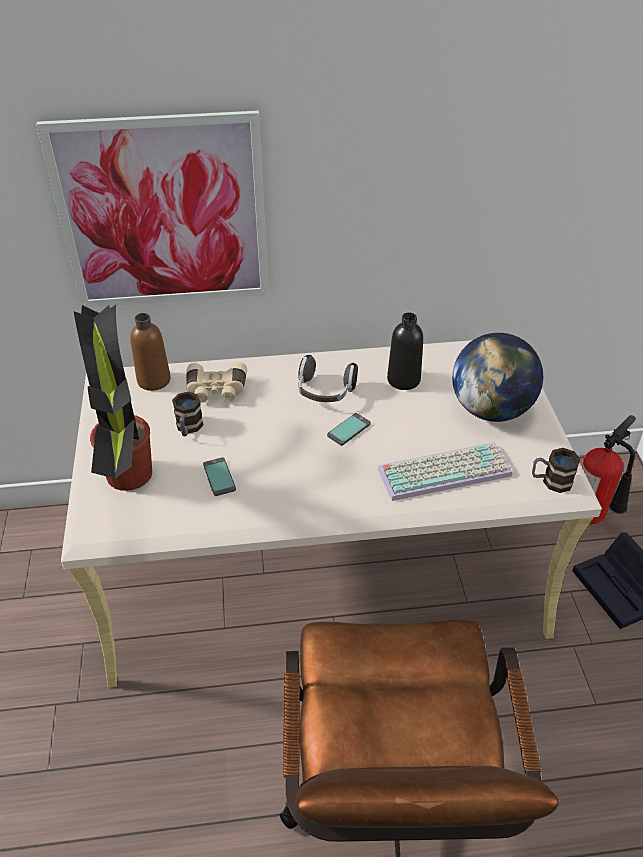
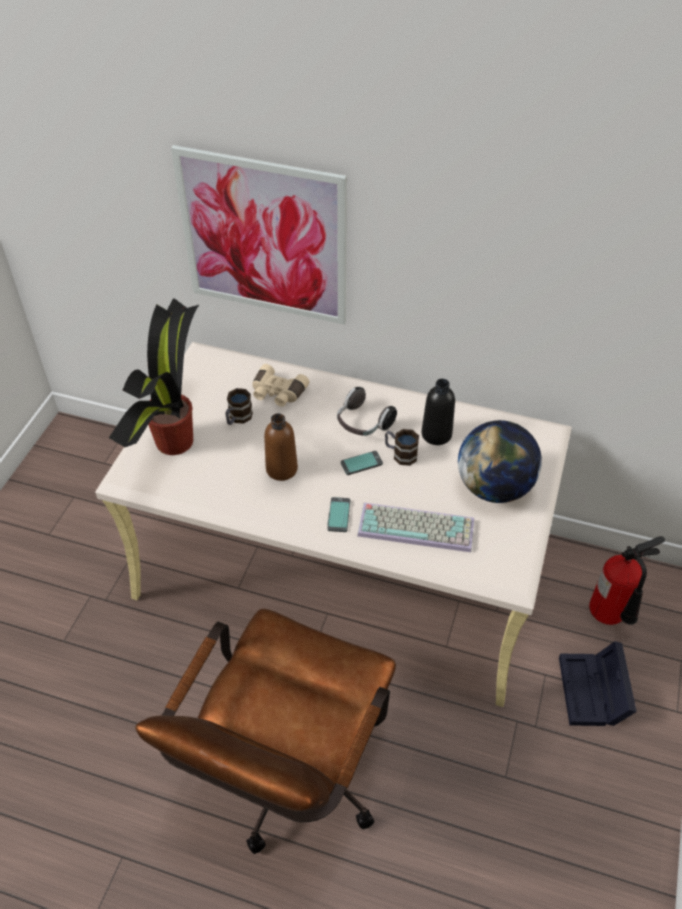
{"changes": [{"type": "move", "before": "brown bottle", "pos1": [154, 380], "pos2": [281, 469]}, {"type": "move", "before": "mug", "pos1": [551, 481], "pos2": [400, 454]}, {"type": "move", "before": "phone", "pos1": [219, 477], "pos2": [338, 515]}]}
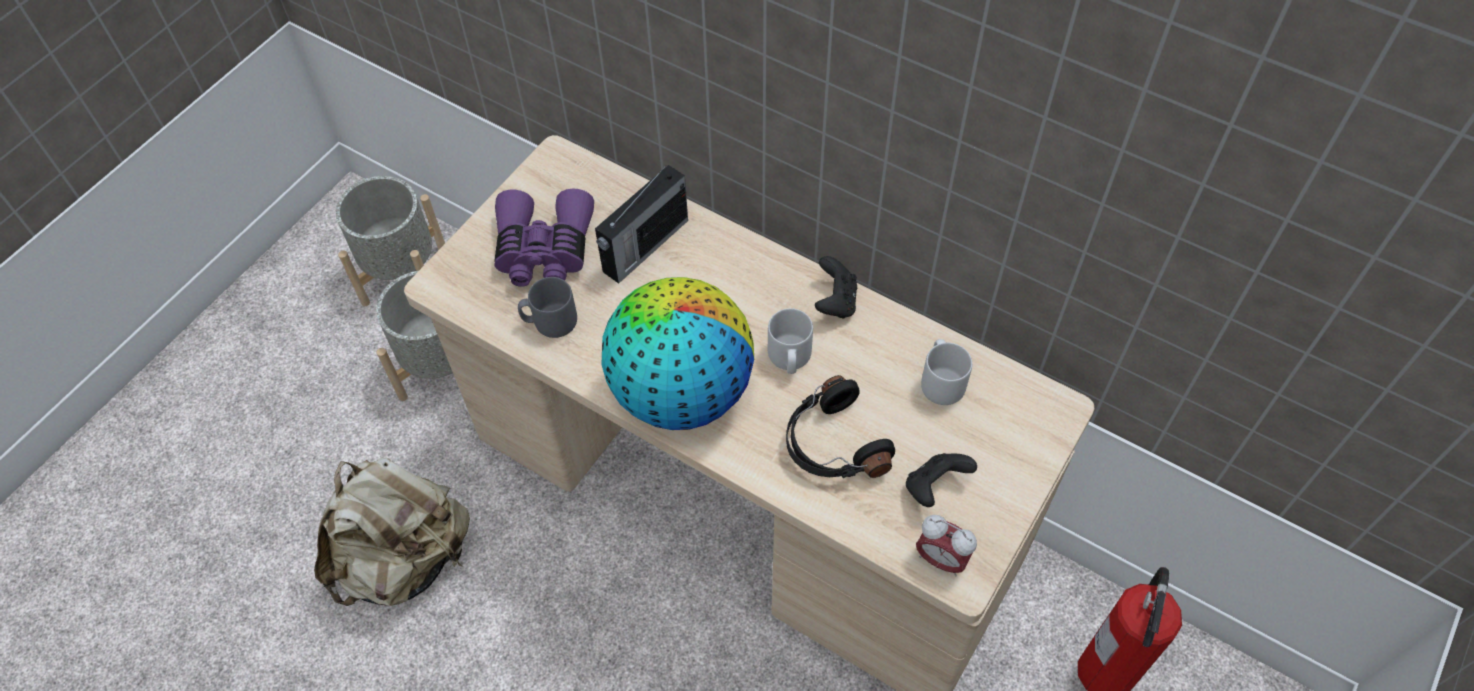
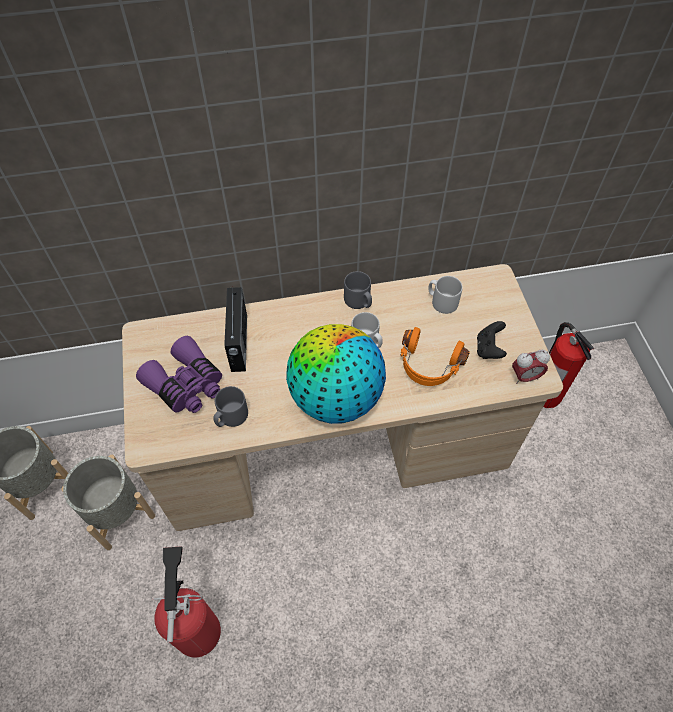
{"changes": [{"type": "replace", "before": "black game controller", "after": "grey mug", "pos1": [835, 302], "pos2": [359, 301]}, {"type": "recolor", "before": "black headphones", "after": "orange headphones", "pos1": [832, 444], "pos2": [429, 365]}, {"type": "replace", "before": "beige backpack", "after": "fire extinguisher", "pos1": [405, 559], "pos2": [198, 626]}]}
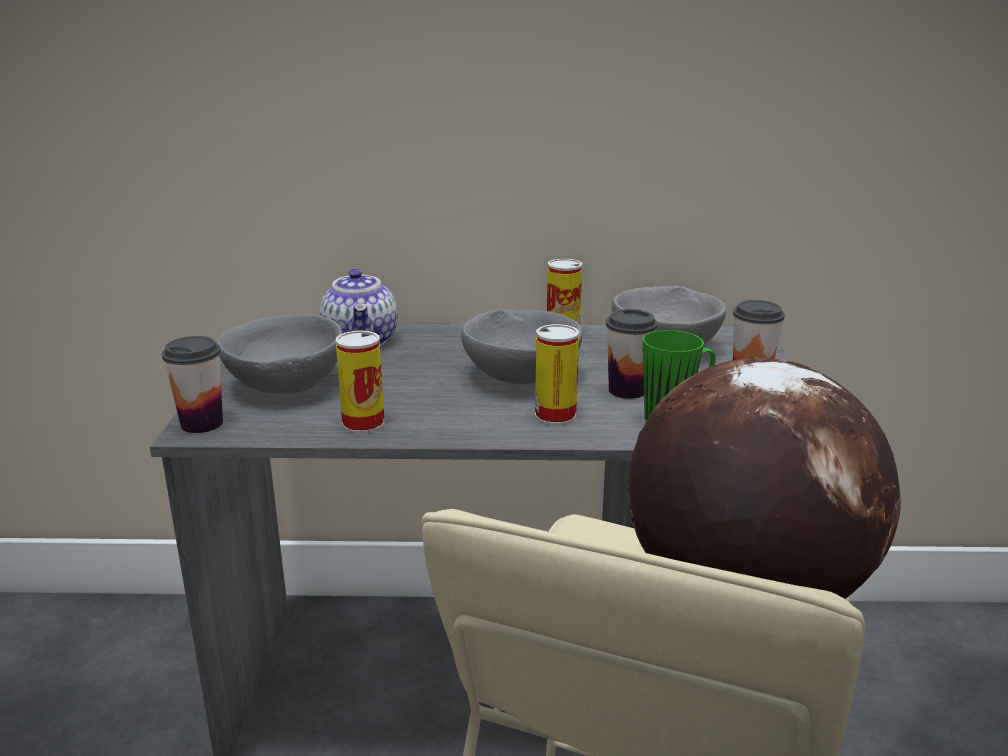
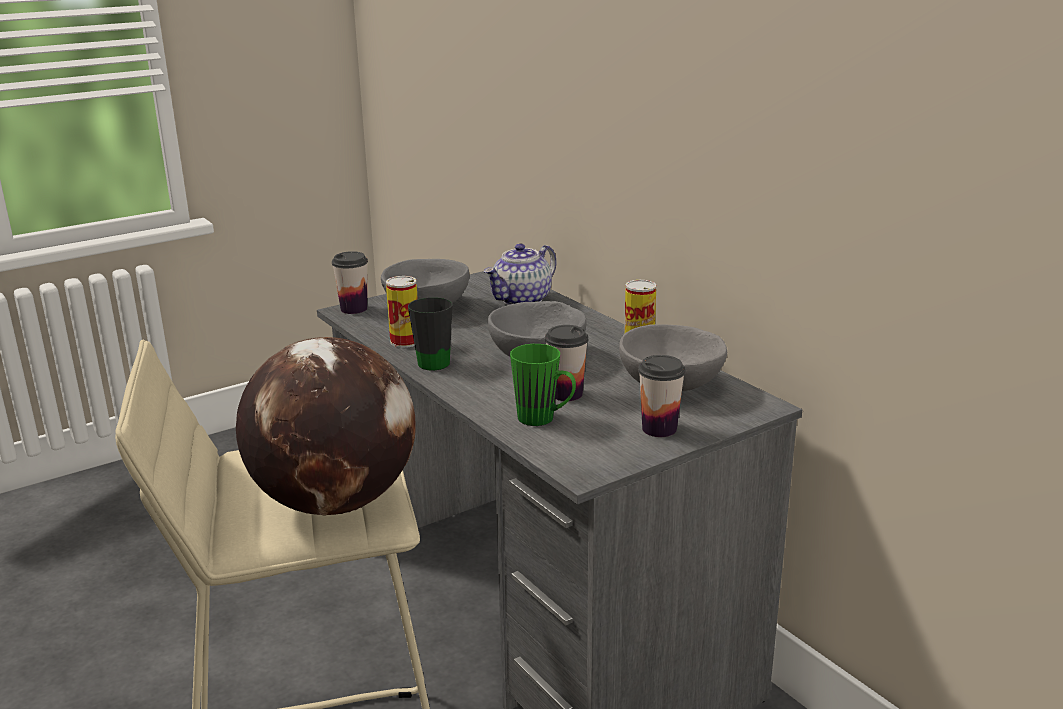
{"changes": [{"type": "delete", "before": "can", "pos1": [555, 416]}, {"type": "insert", "after": "black mug", "pos2": [429, 360]}]}
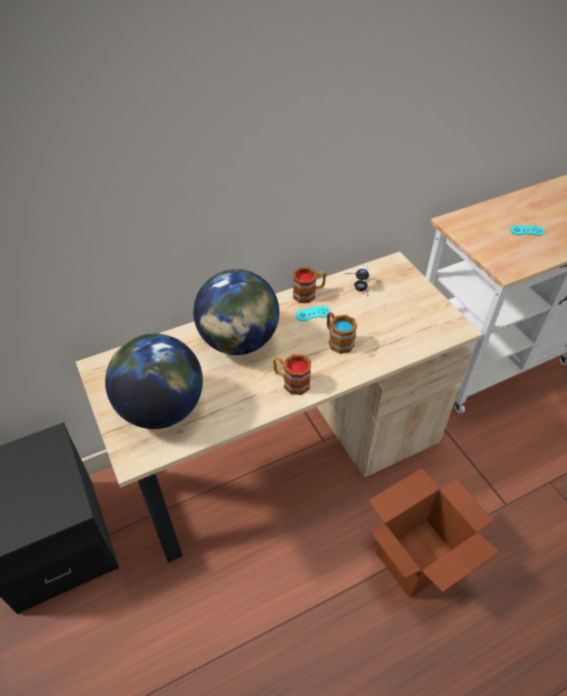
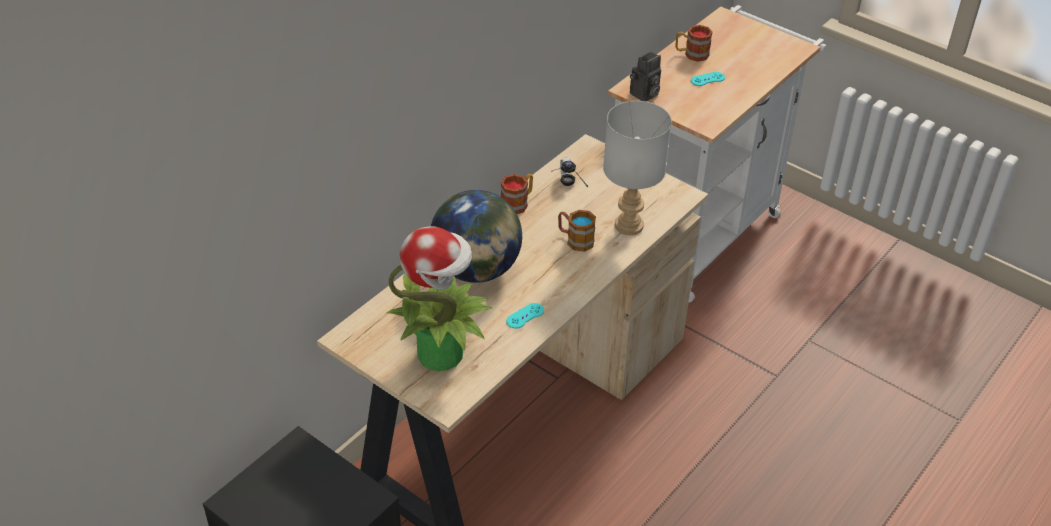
{"changes": [{"type": "move", "before": "turquoise game controller", "pos1": [312, 313], "pos2": [525, 316]}, {"type": "replace", "before": "globe", "after": "potted plant", "pos1": [161, 408], "pos2": [442, 353]}, {"type": "move", "before": "mug", "pos1": [291, 382], "pos2": [691, 54]}, {"type": "delete", "before": "cardboard box", "pos1": [418, 557]}, {"type": "insert", "after": "photo camera", "pos2": [644, 95]}, {"type": "insert", "after": "grey table lamp", "pos2": [630, 226]}]}
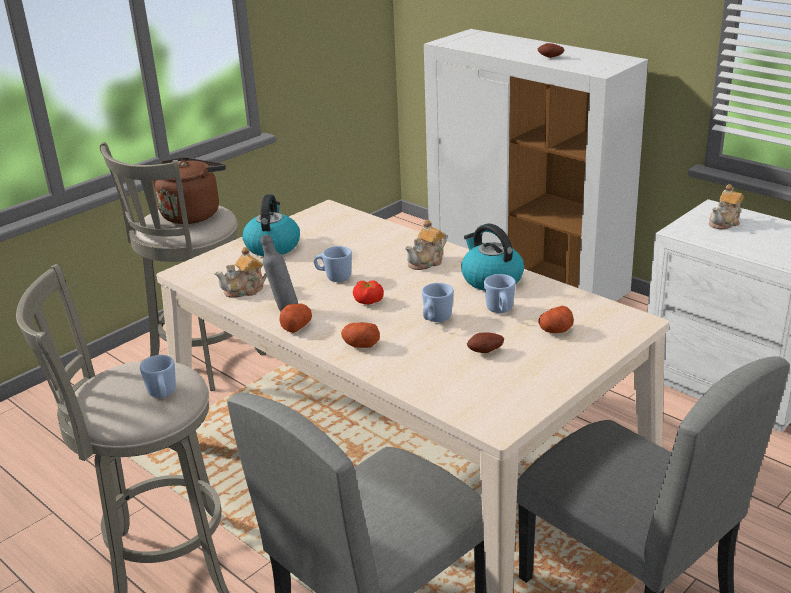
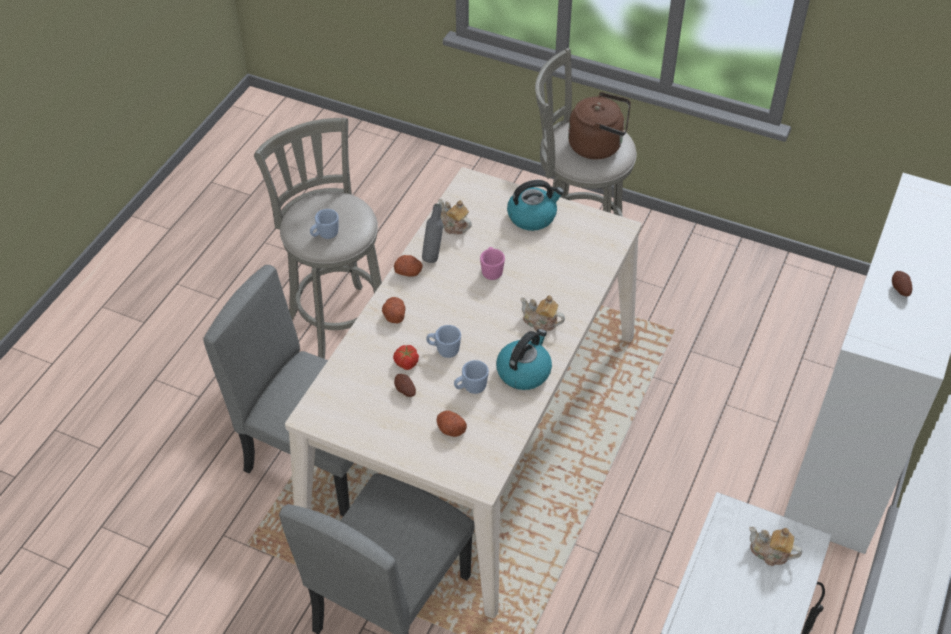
{"changes": [{"type": "recolor", "before": "blue mug", "after": "pink mug", "pos1": [334, 277], "pos2": [491, 270]}, {"type": "move", "before": "tomato", "pos1": [368, 301], "pos2": [406, 362]}]}
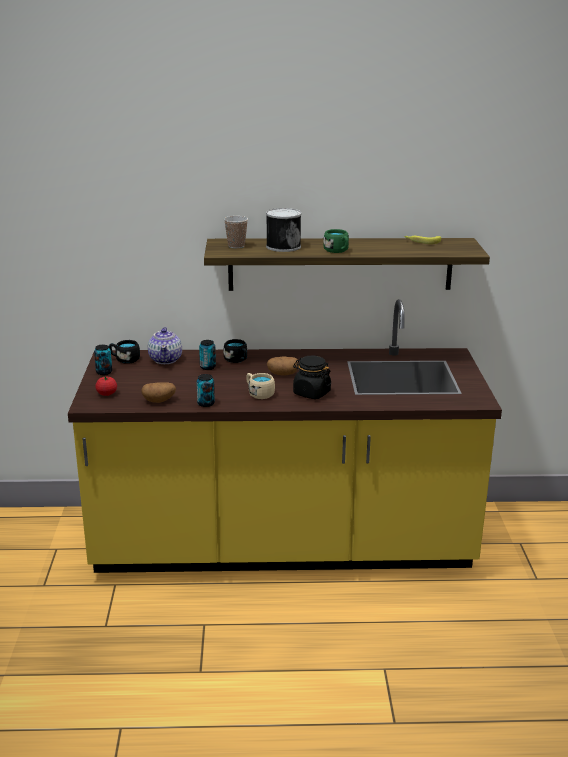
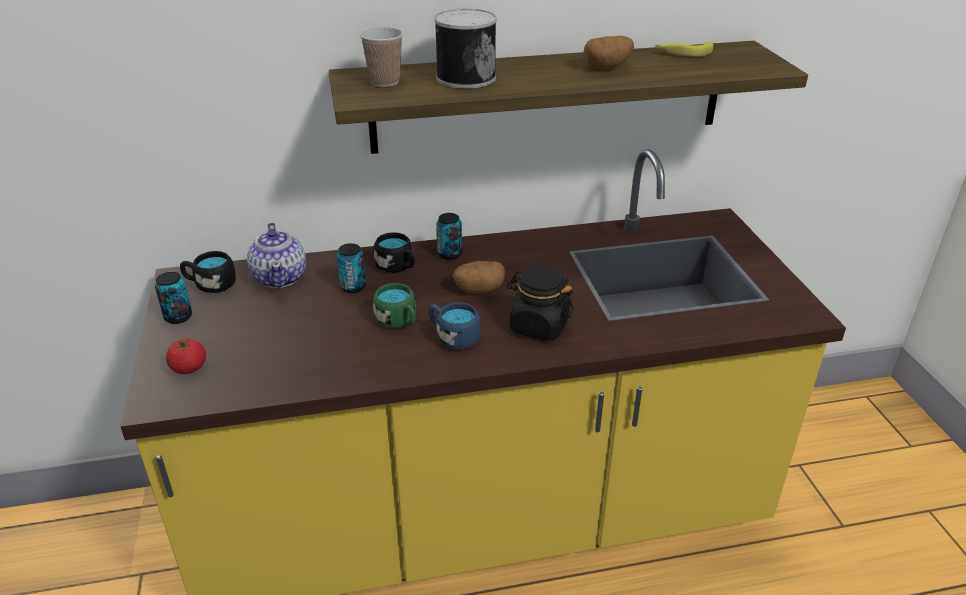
{"changes": [{"type": "move", "before": "green mug", "pos1": [337, 251], "pos2": [399, 321]}, {"type": "recolor", "before": "beige mug", "after": "blue mug", "pos1": [259, 393], "pos2": [453, 337]}, {"type": "move", "before": "can", "pos1": [206, 403], "pos2": [449, 254]}, {"type": "move", "before": "potato", "pos1": [159, 401], "pos2": [607, 67]}]}
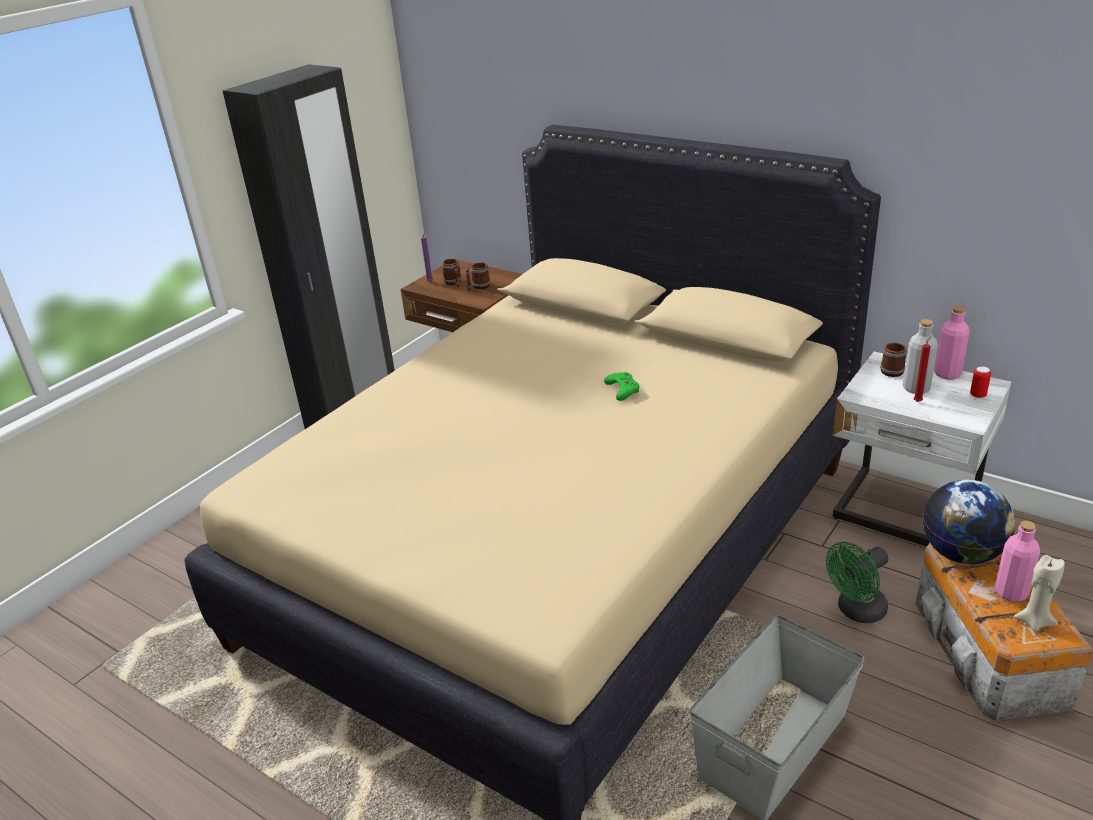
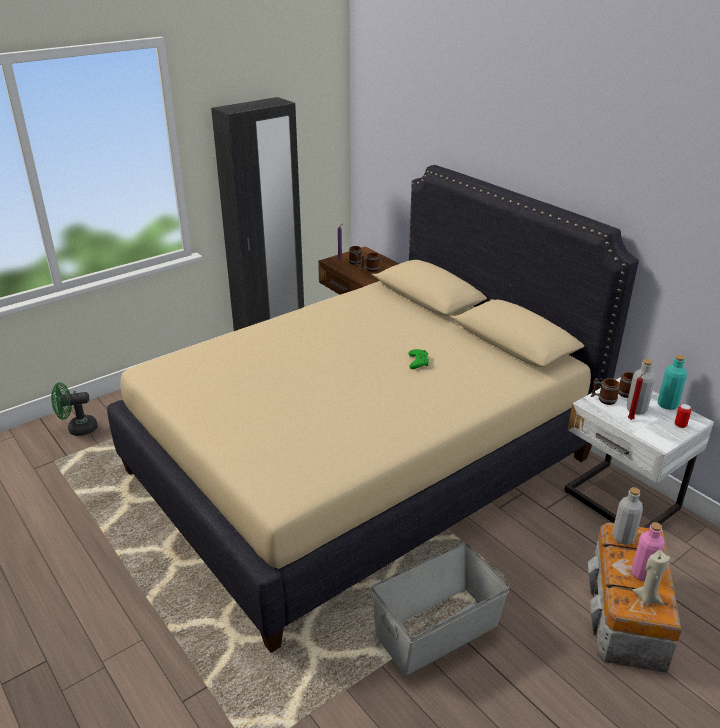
{"changes": [{"type": "recolor", "before": "pink bottle", "after": "turquoise bottle", "pos1": [947, 374], "pos2": [667, 405]}, {"type": "replace", "before": "globe", "after": "grey bottle", "pos1": [961, 554], "pos2": [623, 537]}, {"type": "move", "before": "green fan", "pos1": [856, 611], "pos2": [77, 429]}, {"type": "insert", "after": "mug", "pos2": [603, 399]}]}
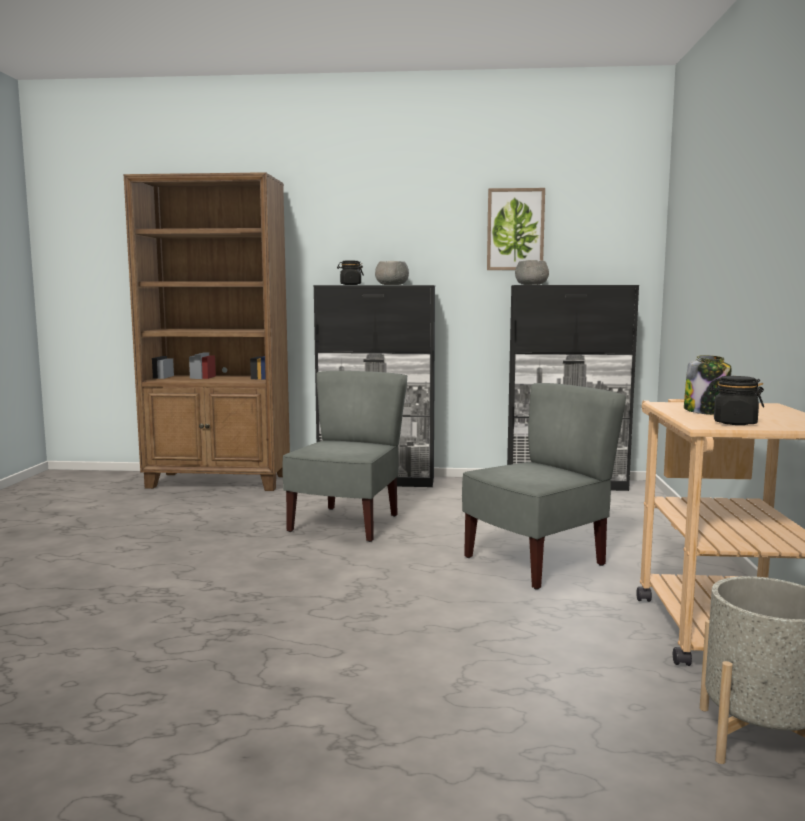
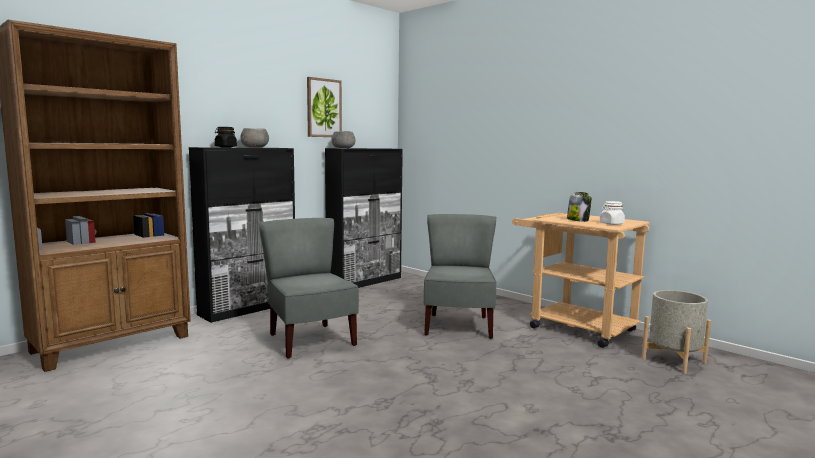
{"changes": [{"type": "recolor", "before": "black jar", "after": "white jar", "pos1": [734, 423], "pos2": [611, 224]}]}
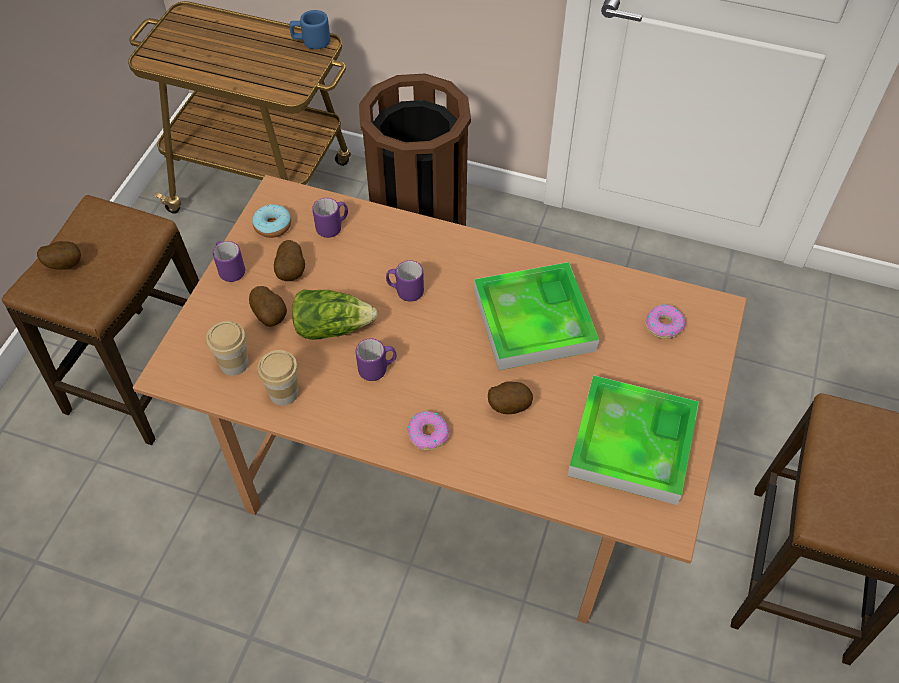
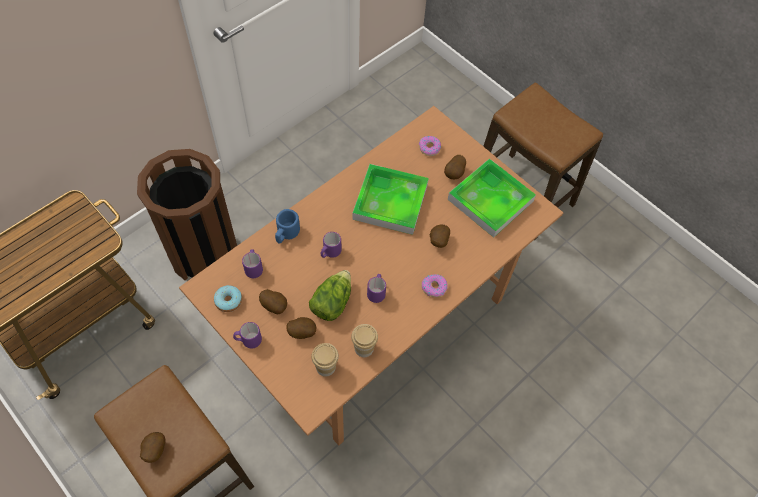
{"changes": [{"type": "move", "before": "blue mug", "pos1": [311, 41], "pos2": [286, 233]}, {"type": "insert", "after": "potato", "pos2": [454, 174]}]}
